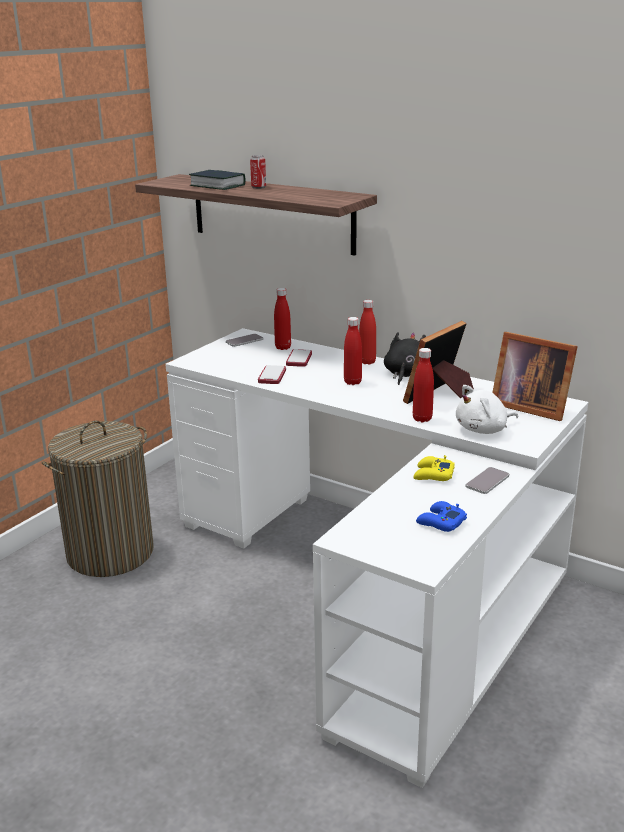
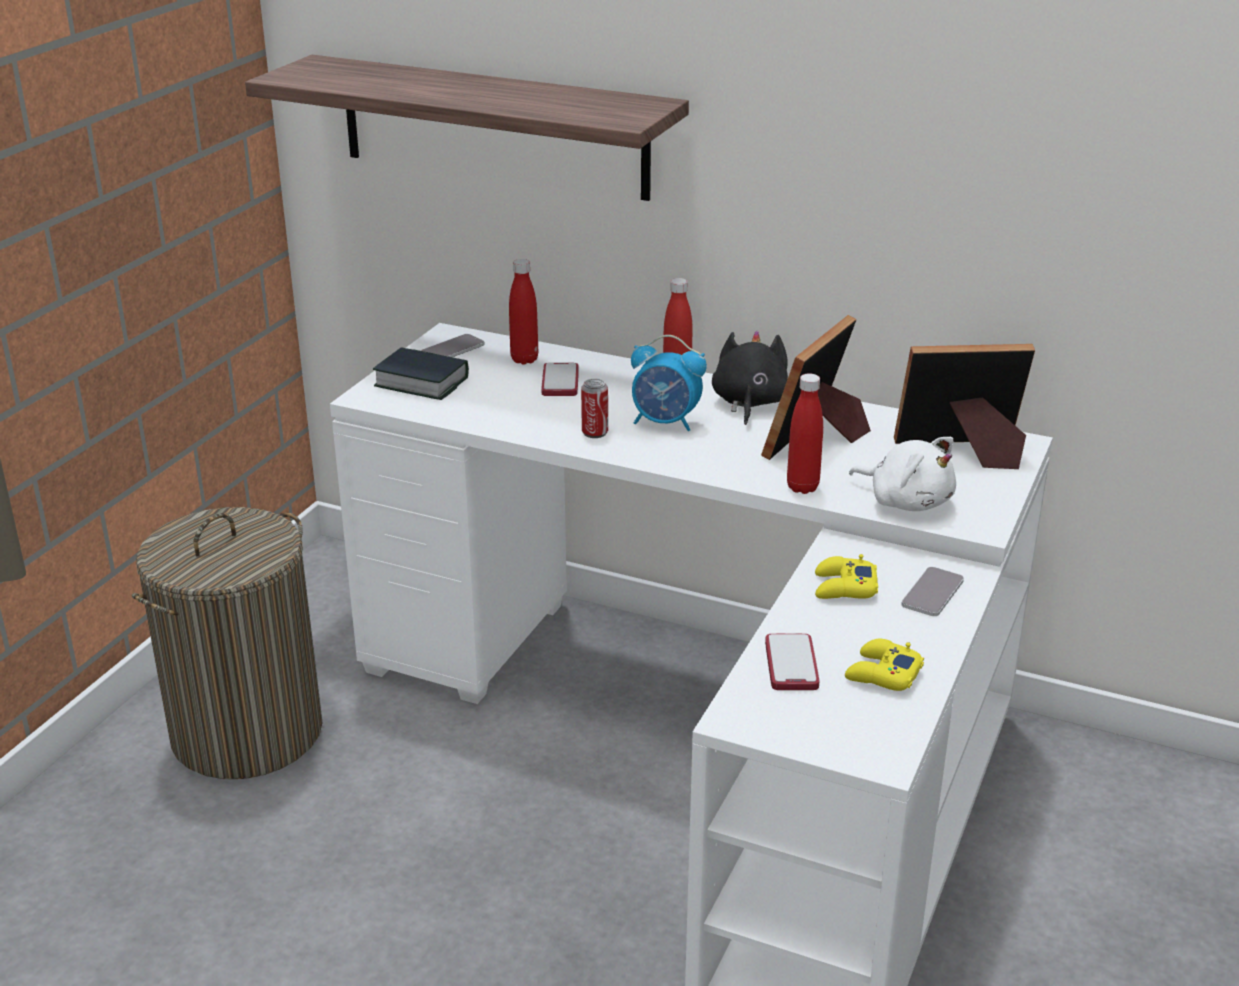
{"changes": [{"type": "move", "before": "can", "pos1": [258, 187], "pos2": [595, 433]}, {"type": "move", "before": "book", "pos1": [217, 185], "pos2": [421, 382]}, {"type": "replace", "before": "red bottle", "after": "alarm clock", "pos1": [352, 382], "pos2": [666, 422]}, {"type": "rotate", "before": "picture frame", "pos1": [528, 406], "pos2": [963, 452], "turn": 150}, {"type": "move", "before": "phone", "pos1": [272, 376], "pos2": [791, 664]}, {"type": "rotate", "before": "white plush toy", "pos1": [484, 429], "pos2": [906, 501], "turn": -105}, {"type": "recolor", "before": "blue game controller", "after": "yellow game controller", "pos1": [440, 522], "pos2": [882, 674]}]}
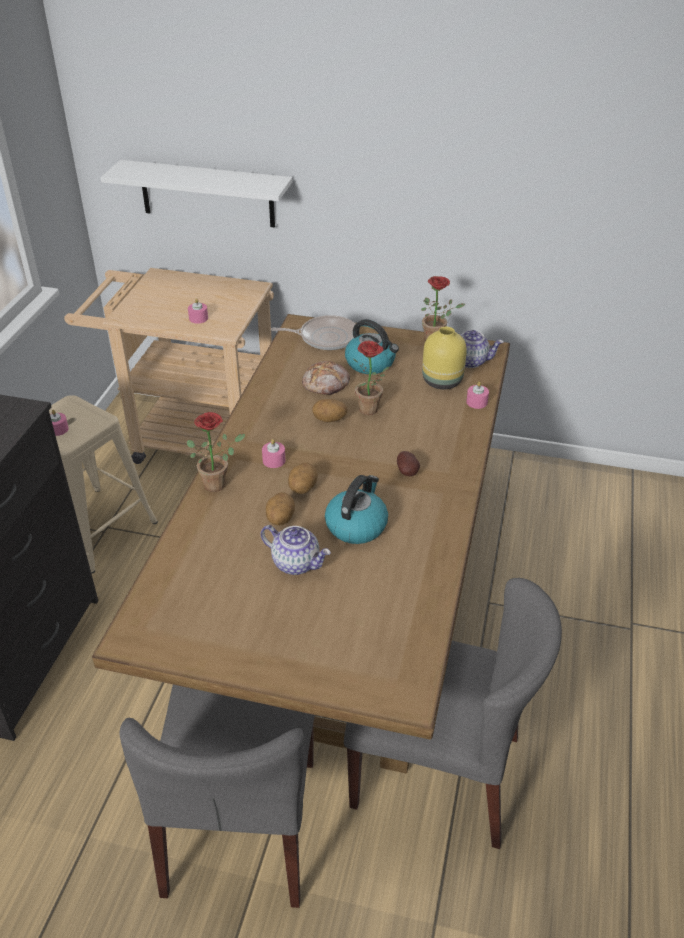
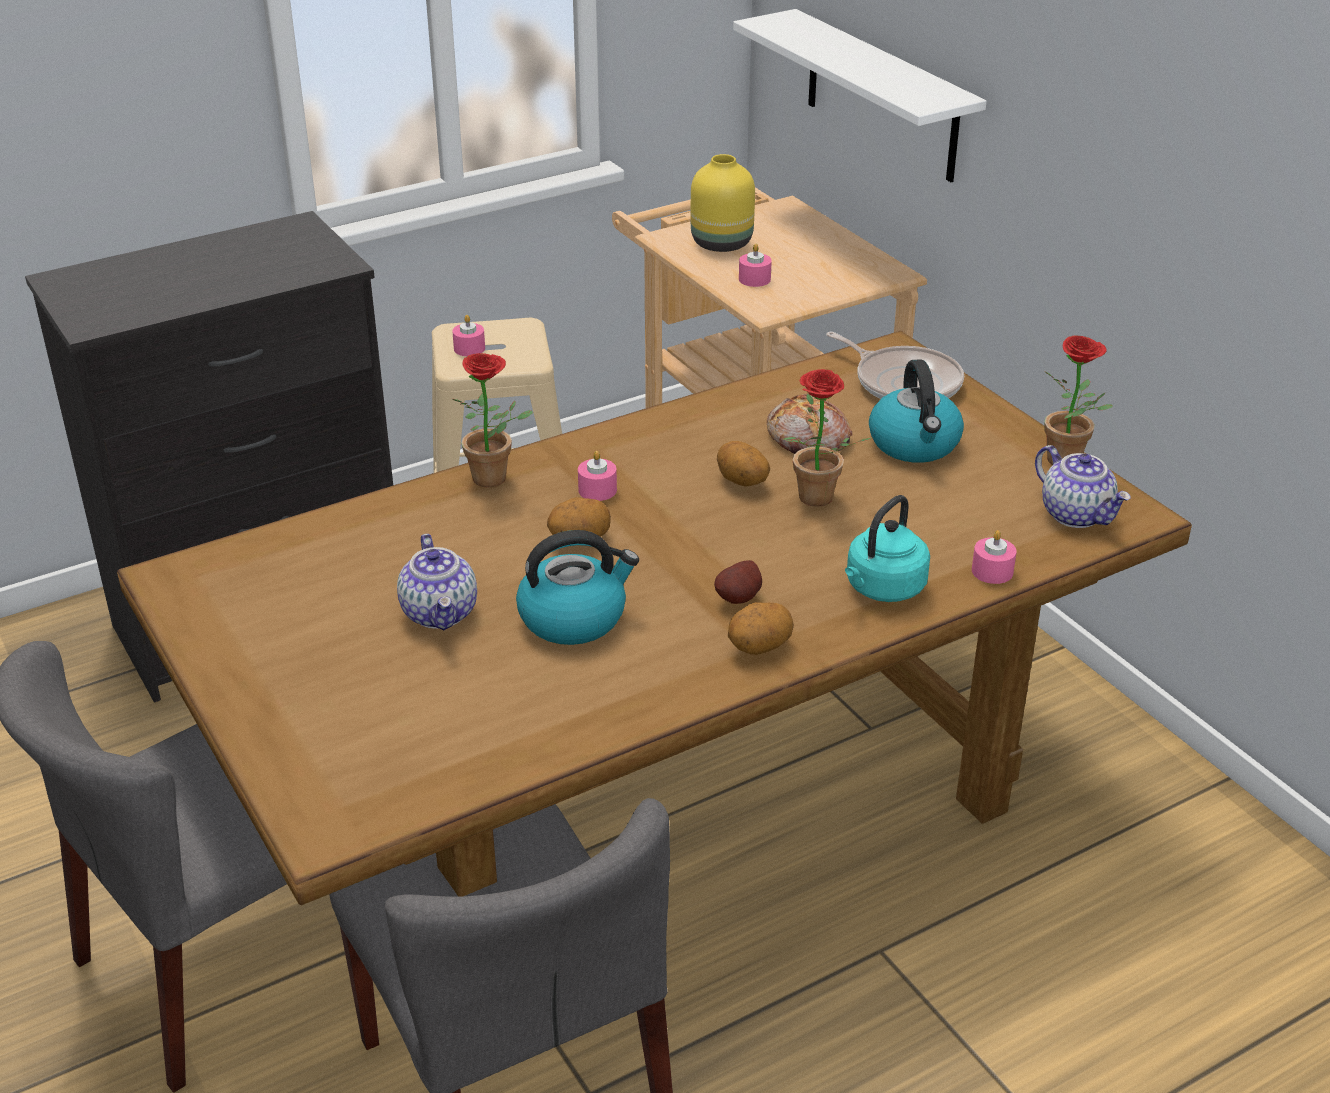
{"changes": [{"type": "move", "before": "yellow vase", "pos1": [441, 381], "pos2": [721, 243]}, {"type": "move", "before": "potato", "pos1": [280, 519], "pos2": [759, 647]}, {"type": "insert", "after": "turquoise kettle", "pos2": [883, 589]}]}
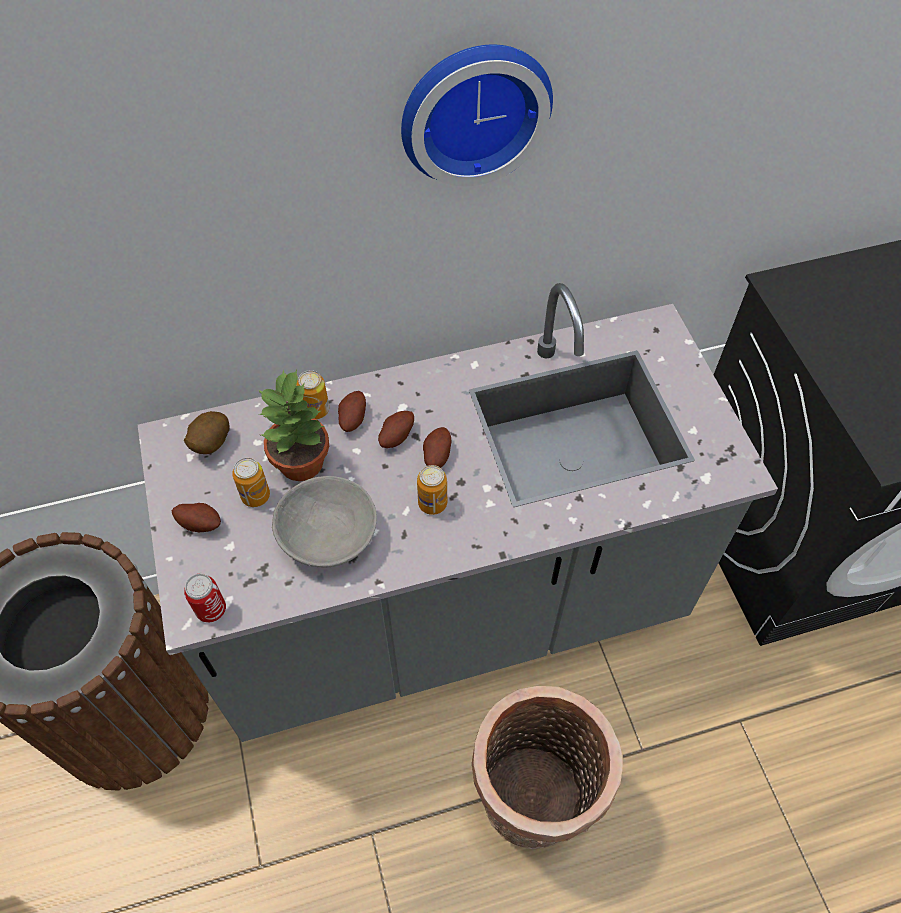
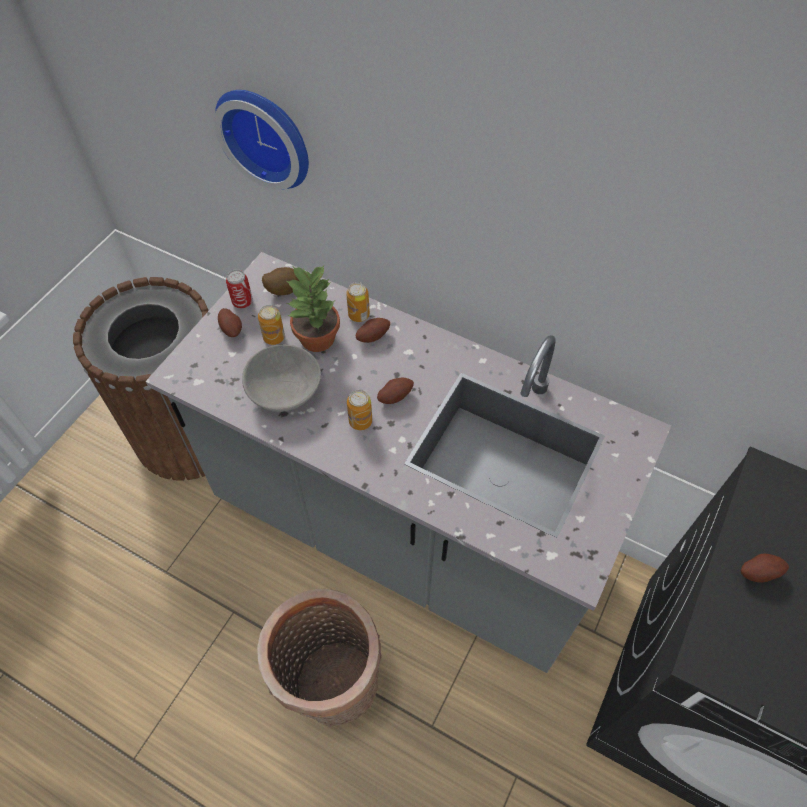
{"changes": [{"type": "move", "before": "wall clock", "pos1": [473, 109], "pos2": [267, 135]}, {"type": "move", "before": "potato", "pos1": [396, 436], "pos2": [758, 572]}, {"type": "move", "before": "can", "pos1": [211, 609], "pos2": [242, 302]}]}
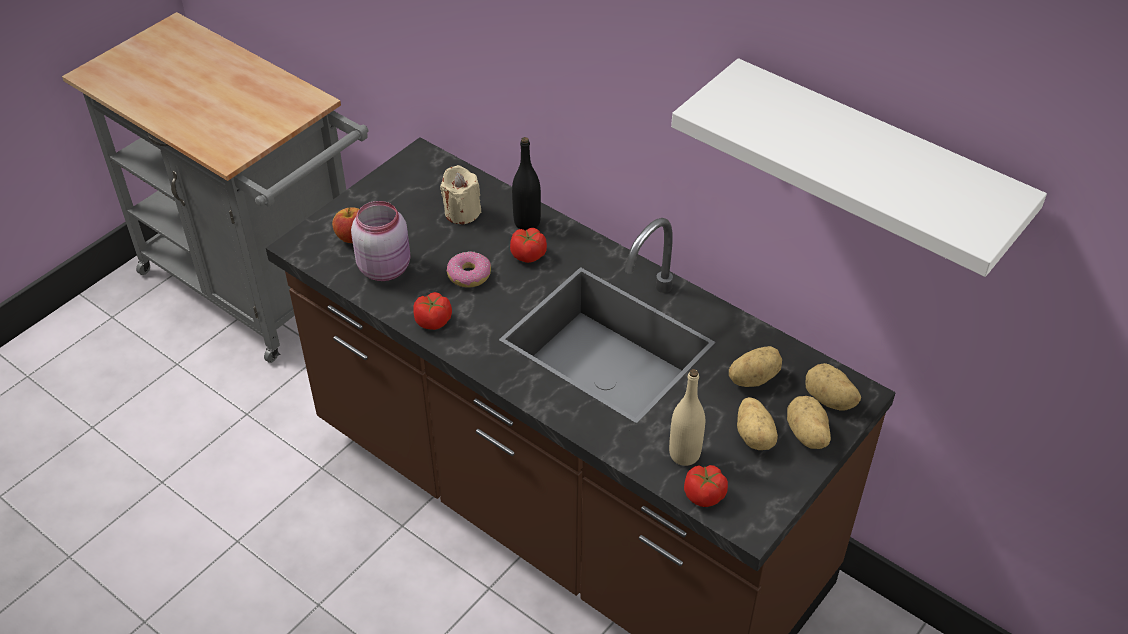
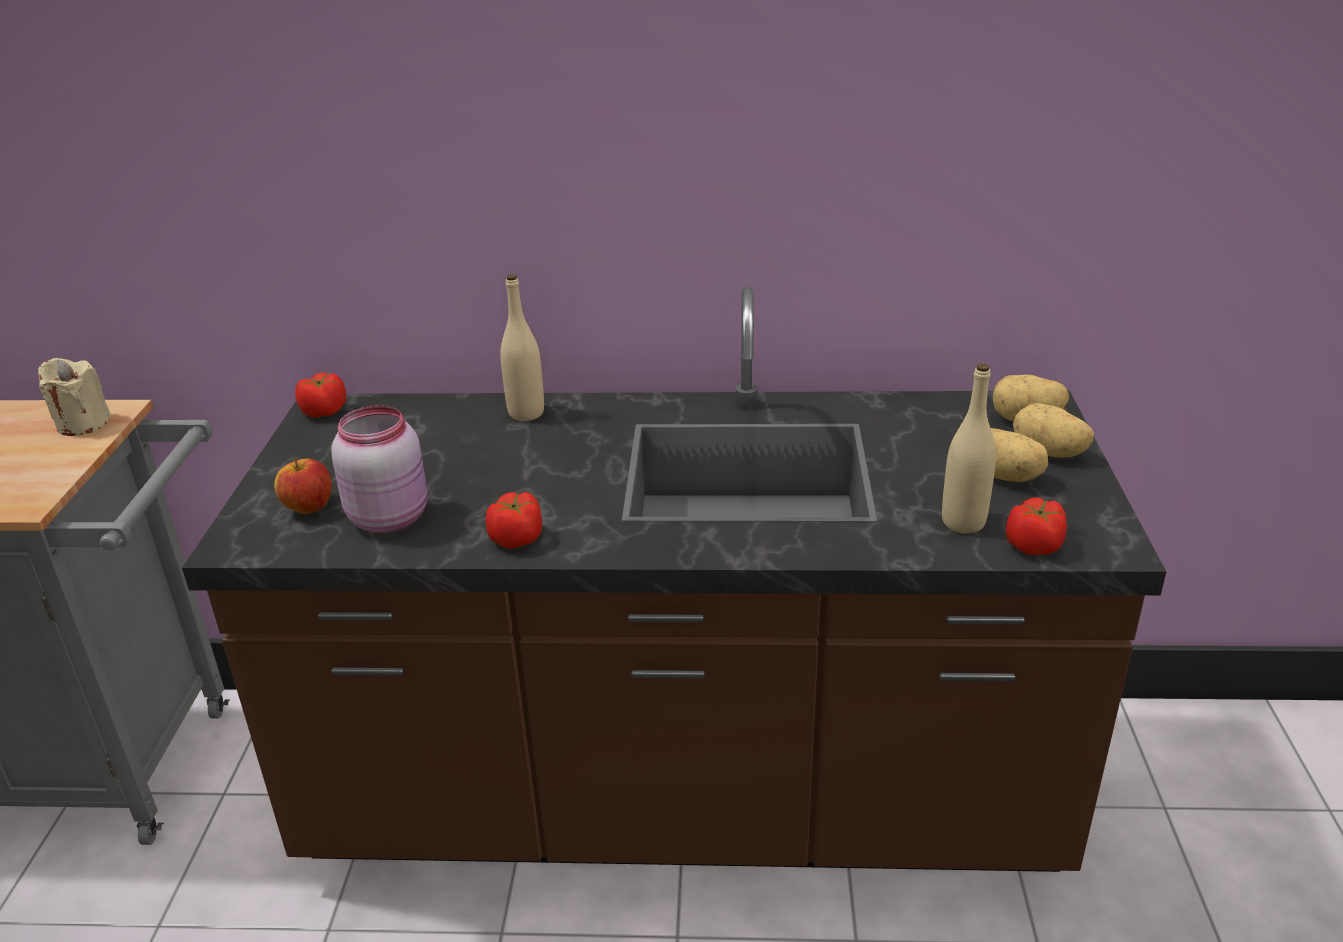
{"changes": [{"type": "delete", "before": "white shelf", "pos1": [874, 164]}, {"type": "recolor", "before": "black bottle", "after": "beige bottle", "pos1": [527, 222], "pos2": [526, 413]}, {"type": "move", "before": "beige candle", "pos1": [462, 212], "pos2": [83, 424]}, {"type": "move", "before": "tomato", "pos1": [528, 255], "pos2": [324, 411]}, {"type": "delete", "before": "donut", "pos1": [469, 275]}, {"type": "delete", "before": "potato", "pos1": [752, 377]}]}
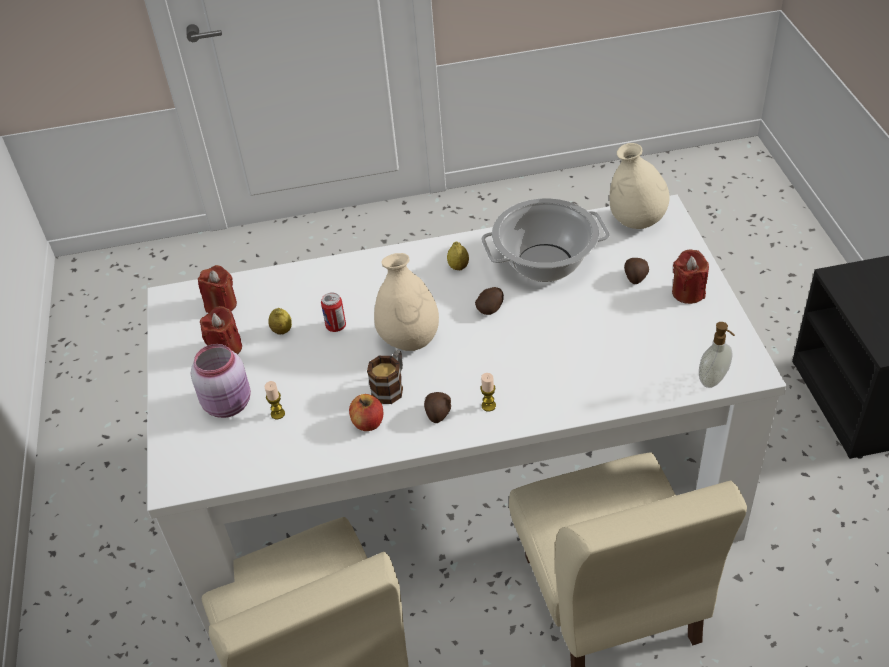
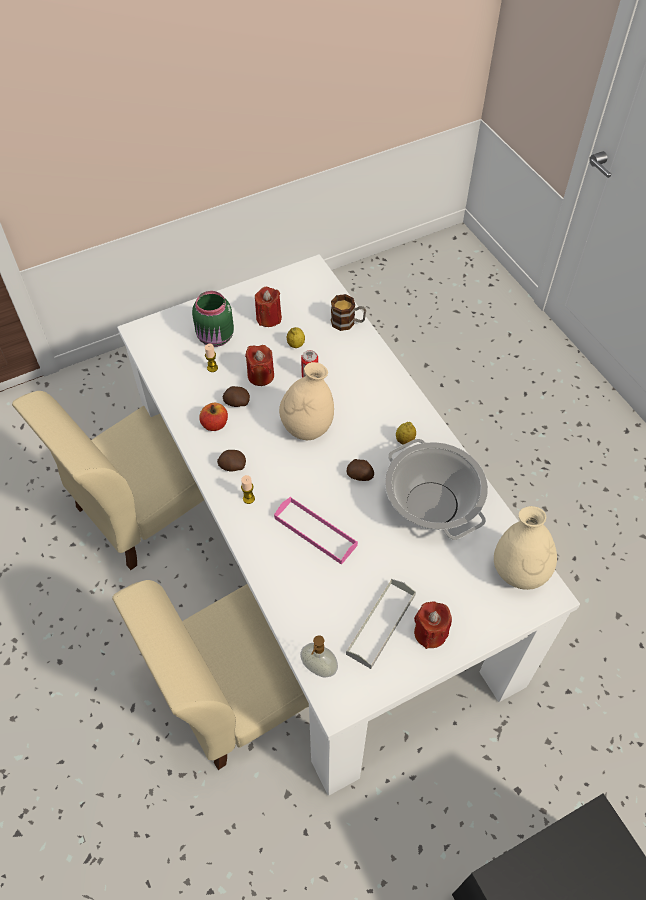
{"changes": [{"type": "move", "before": "potato", "pos1": [635, 278], "pos2": [236, 403]}, {"type": "move", "before": "red candle", "pos1": [221, 305], "pos2": [260, 375]}, {"type": "recolor", "before": "pink jar", "after": "green jar", "pos1": [229, 404], "pos2": [216, 338]}, {"type": "move", "before": "mug", "pos1": [390, 387], "pos2": [347, 322]}, {"type": "insert", "after": "pink tray", "pos2": [315, 532]}, {"type": "insert", "after": "grey tray", "pos2": [381, 624]}]}
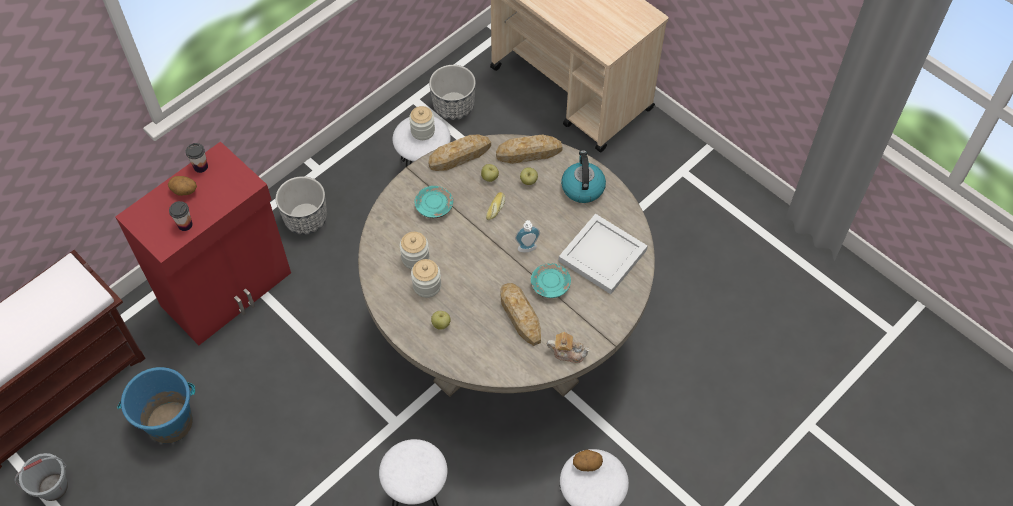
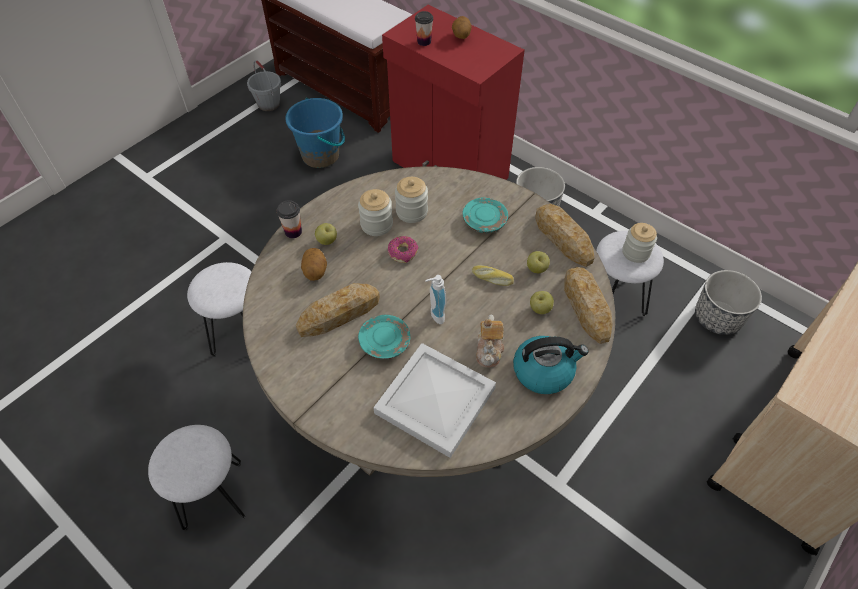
{"changes": [{"type": "move", "before": "cup", "pos1": [201, 167], "pos2": [293, 232]}, {"type": "move", "before": "teapot", "pos1": [568, 352], "pos2": [489, 350]}, {"type": "move", "before": "potato", "pos1": [587, 464], "pos2": [315, 272]}, {"type": "insert", "after": "donut", "pos2": [403, 252]}]}
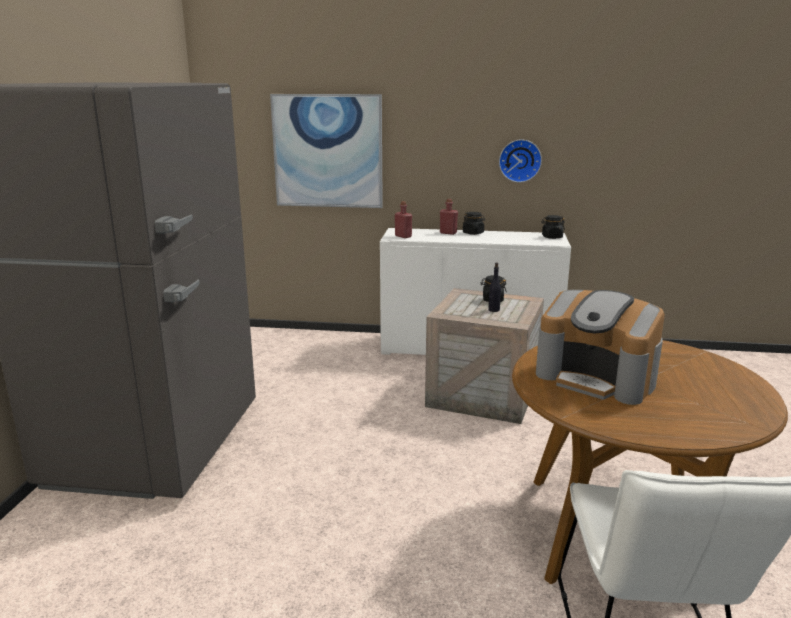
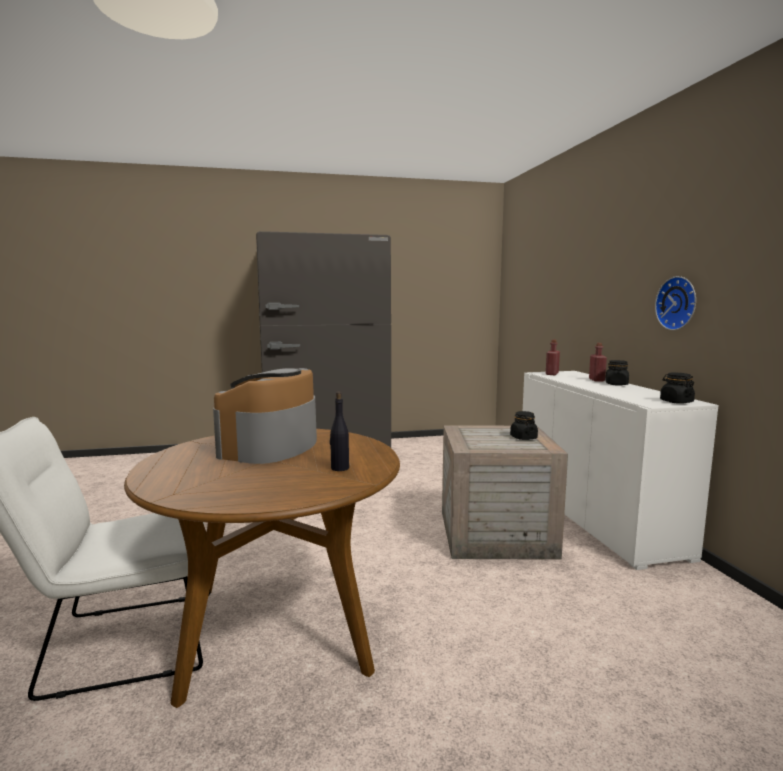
{"changes": [{"type": "delete", "before": "picture", "pos1": [328, 151]}, {"type": "move", "before": "black bottle", "pos1": [493, 310], "pos2": [339, 468]}]}
